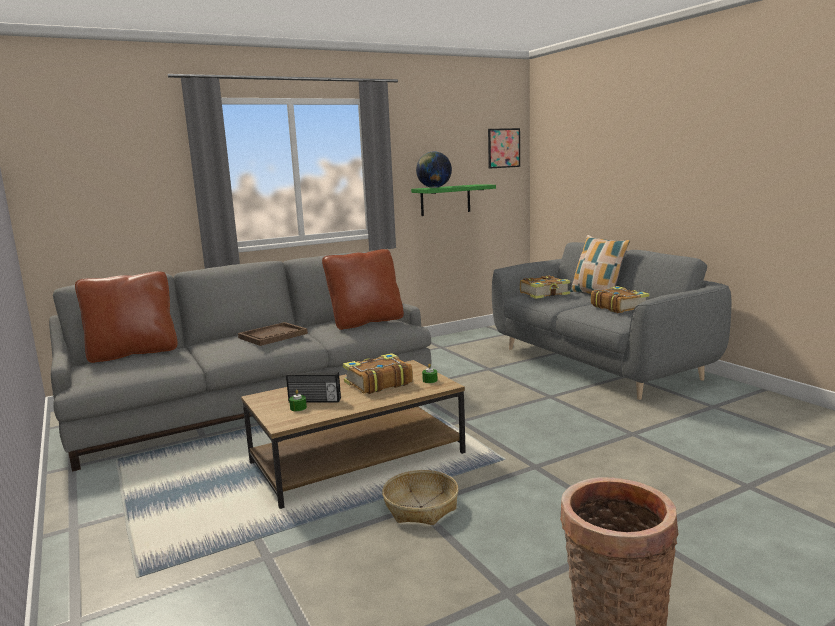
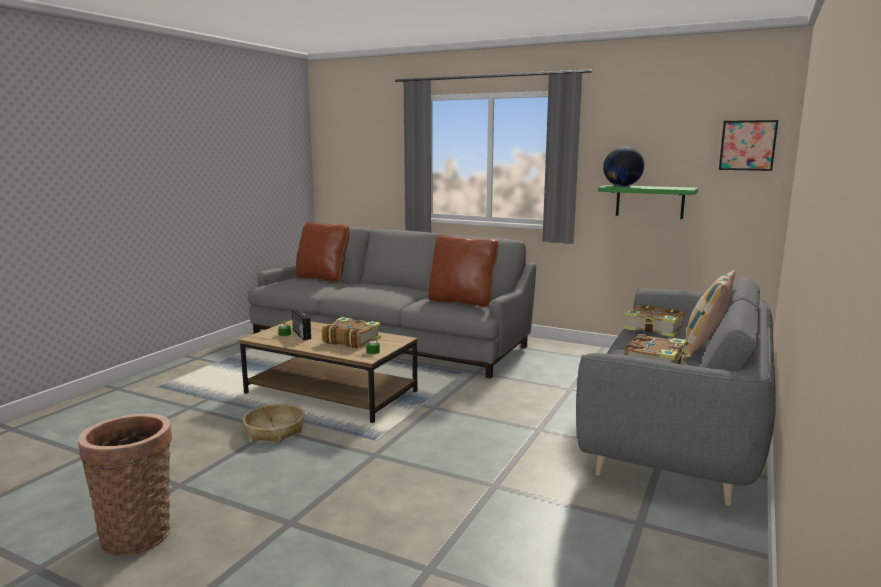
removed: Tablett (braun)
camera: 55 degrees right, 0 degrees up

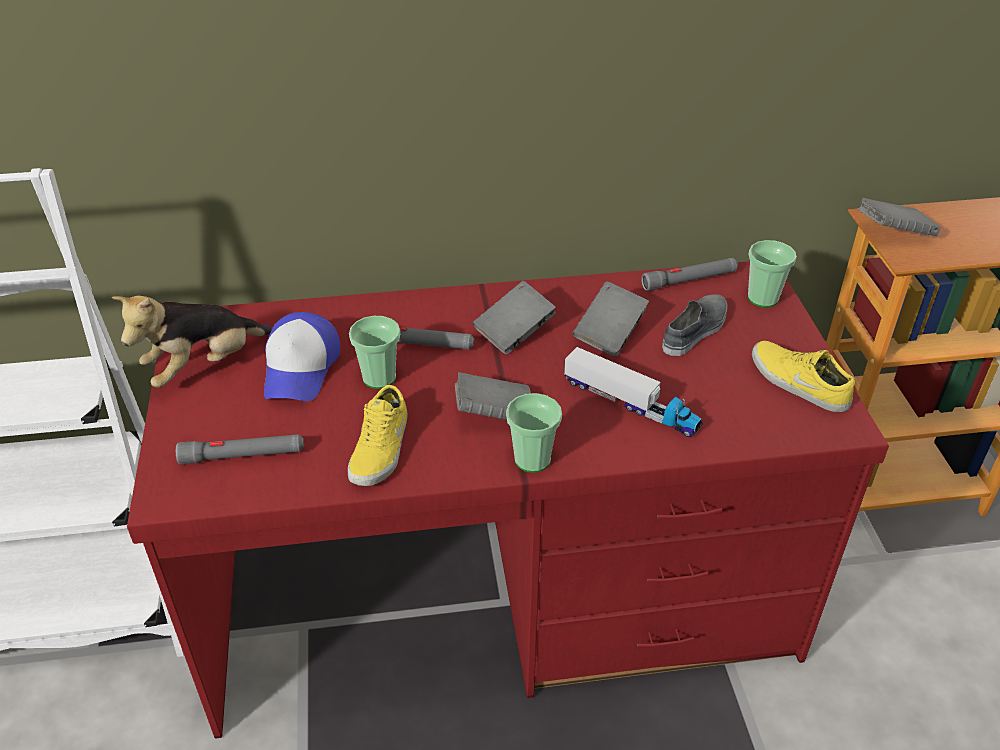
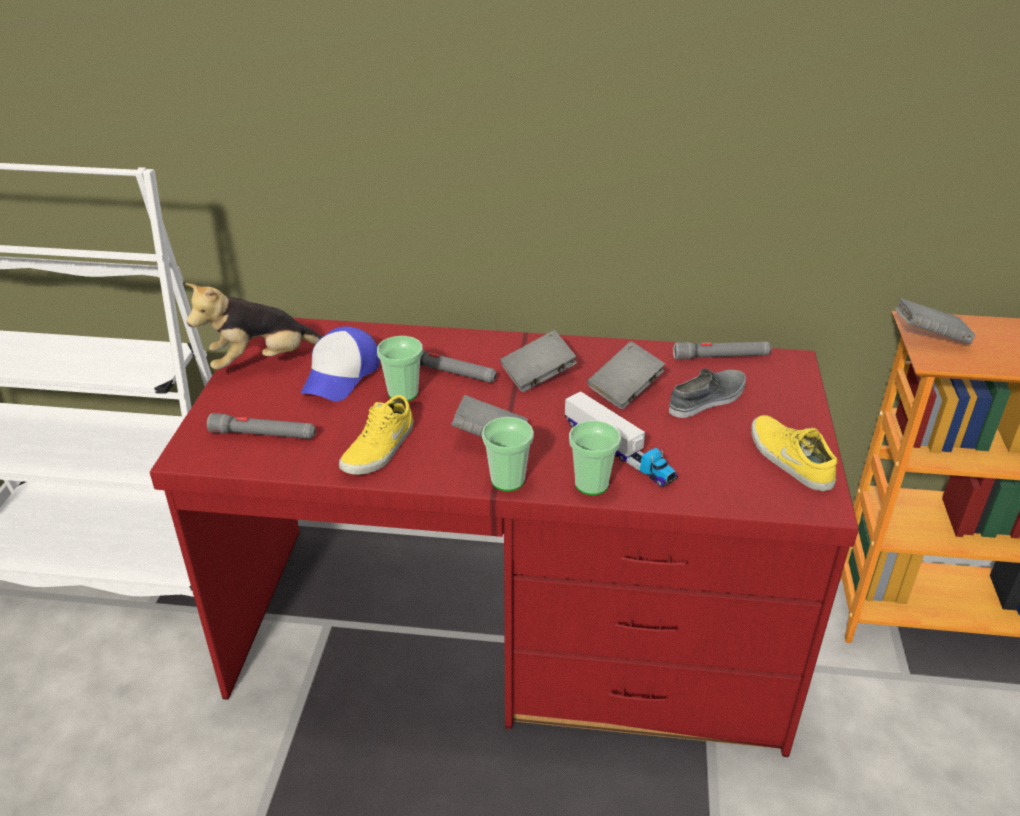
moved: Tasse (3rd from left)
camera: 15 degrees right, 5 degrees down

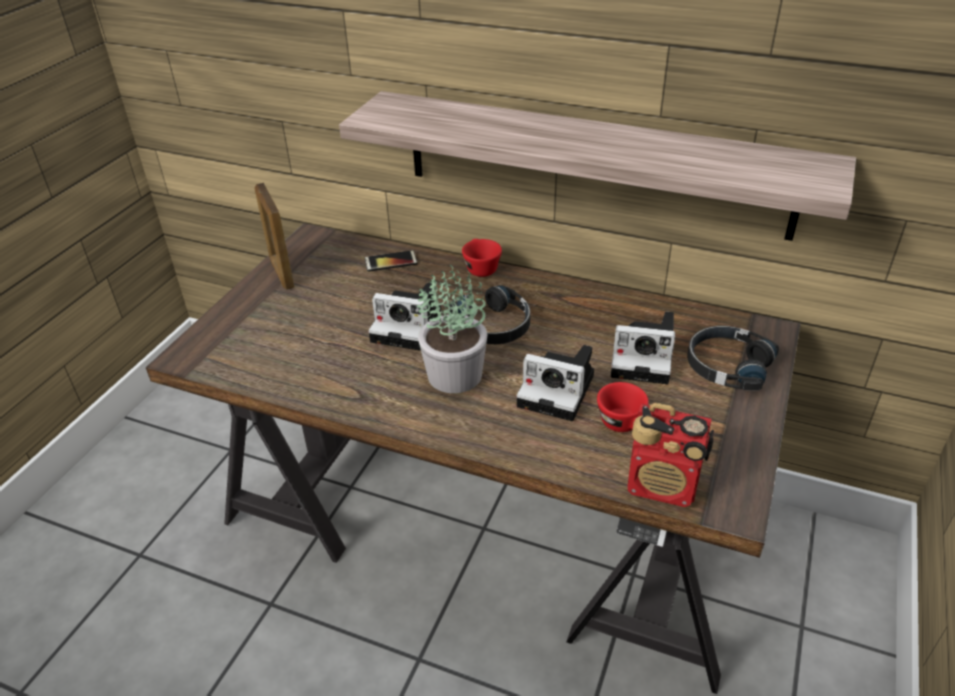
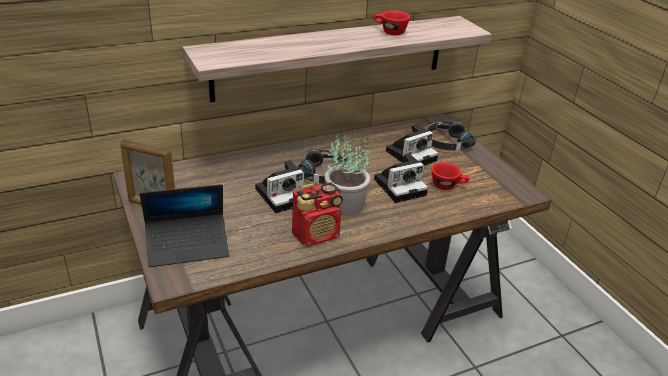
removed: Handy
added: Laptop
moved: Radio; Tasse (rot) (1st from left)
camera: 50 degrees left, 5 degrees down

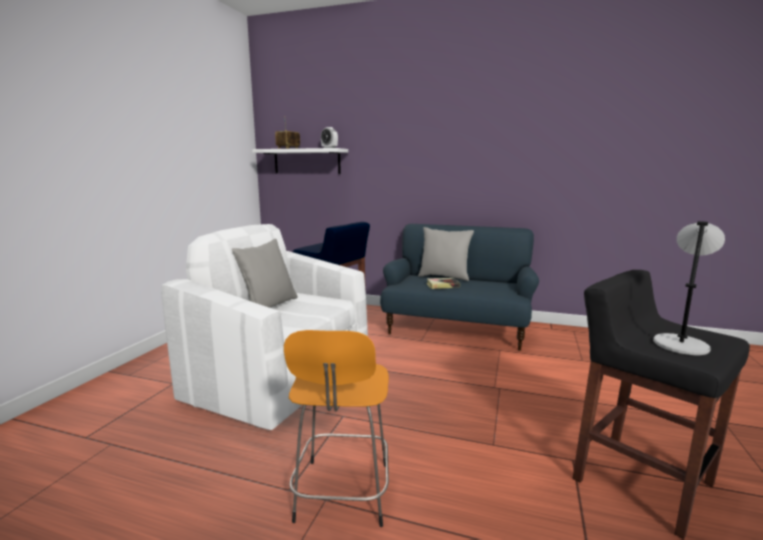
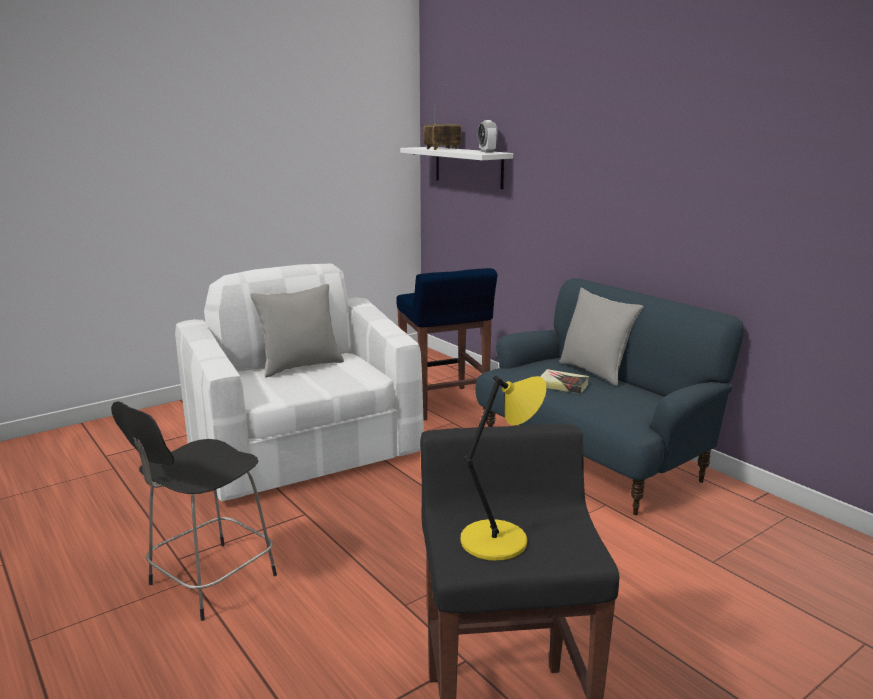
recoloured: Hocker (orange) to Hocker (schwarz) (1st from left); Tischlampe (grau) to Tischlampe (gelb)
camera: 35 degrees right, 5 degrees up

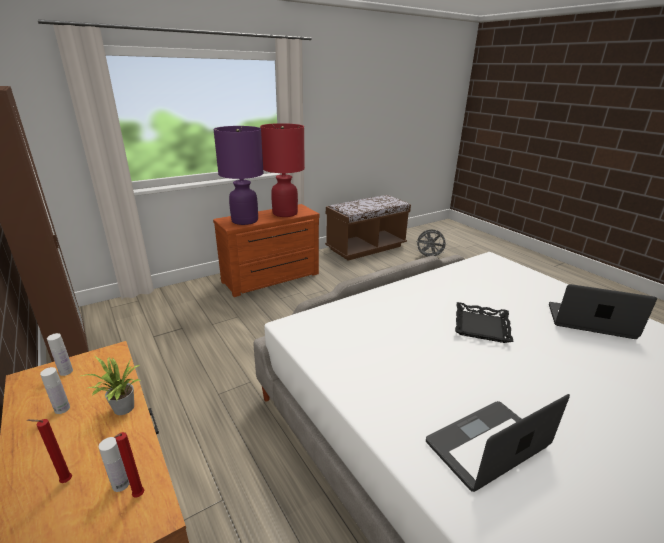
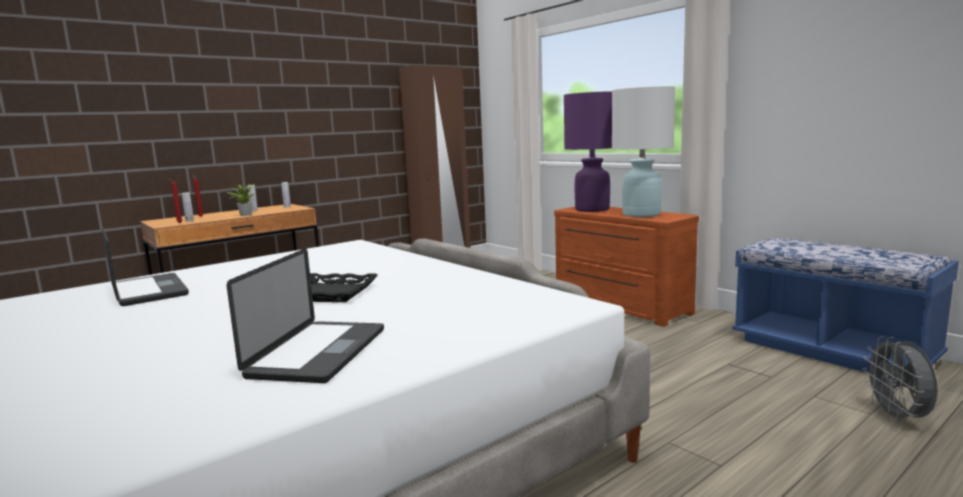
recoloured: Tischlampe (rot) to Tischlampe (weiß); Bank (braun) to Bank (blau)
camera: 85 degrees right, 15 degrees down

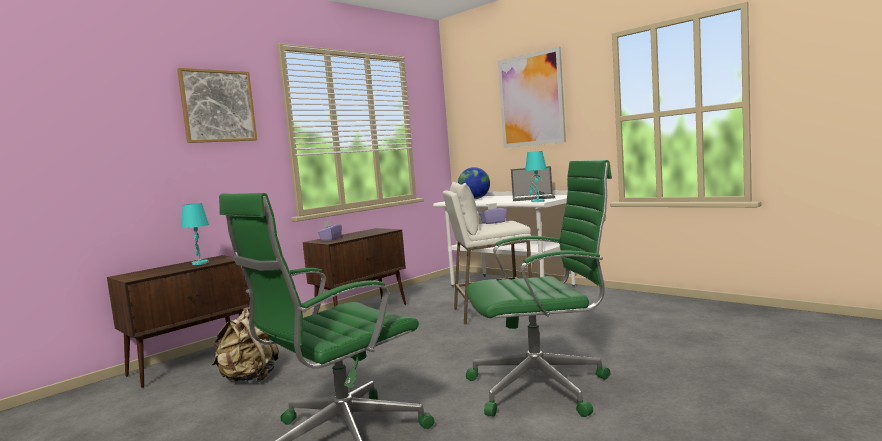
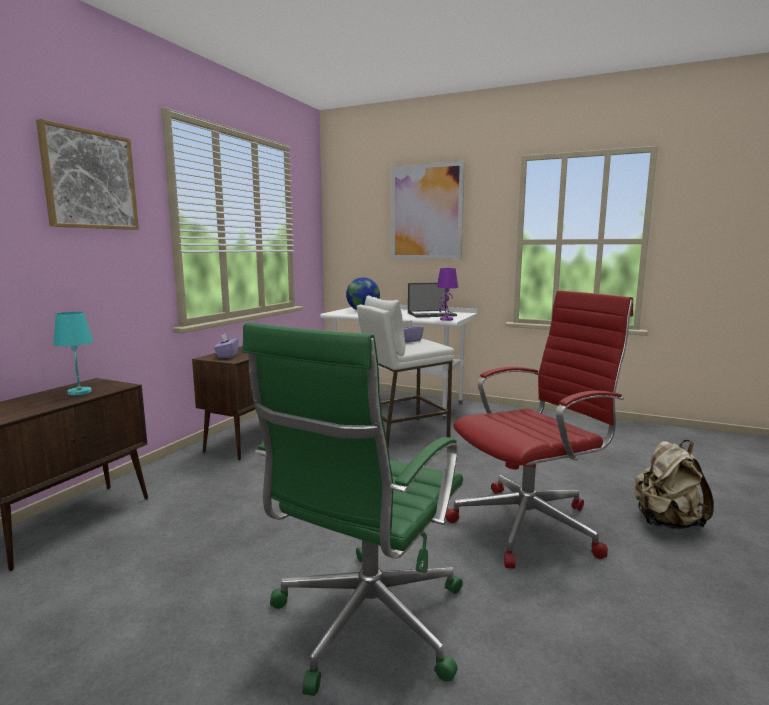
moved: Rucksack (beige)
recoloured: Tischlampe (türkis) (2nd from left) to Tischlampe (lila); Bürostuhl (grün) (2nd from left) to Bürostuhl (rot)
camera: 20 degrees left, 5 degrees up

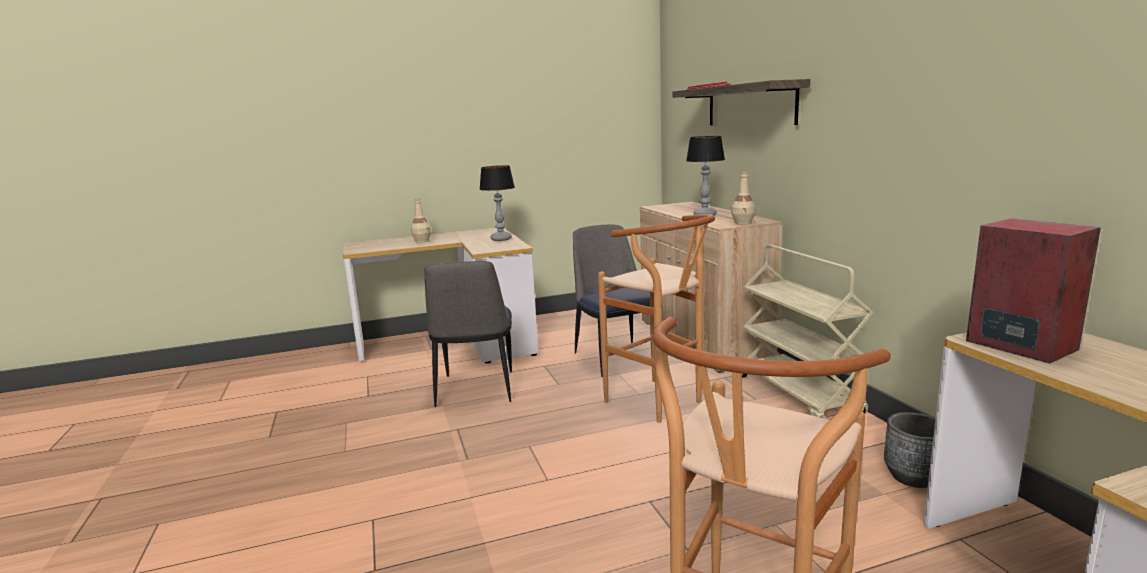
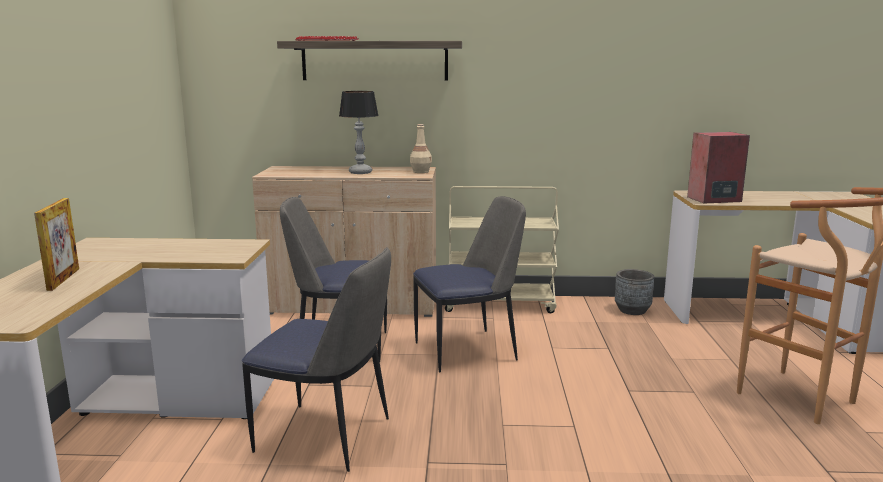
removed: Tischlampe (1st from left)
replaced: Flasche (beige) (1st from left) to Bilderrahmen; Hocker (braun) (1st from left) to Stuhl (3rd from left)
camera: 70 degrees left, 0 degrees up

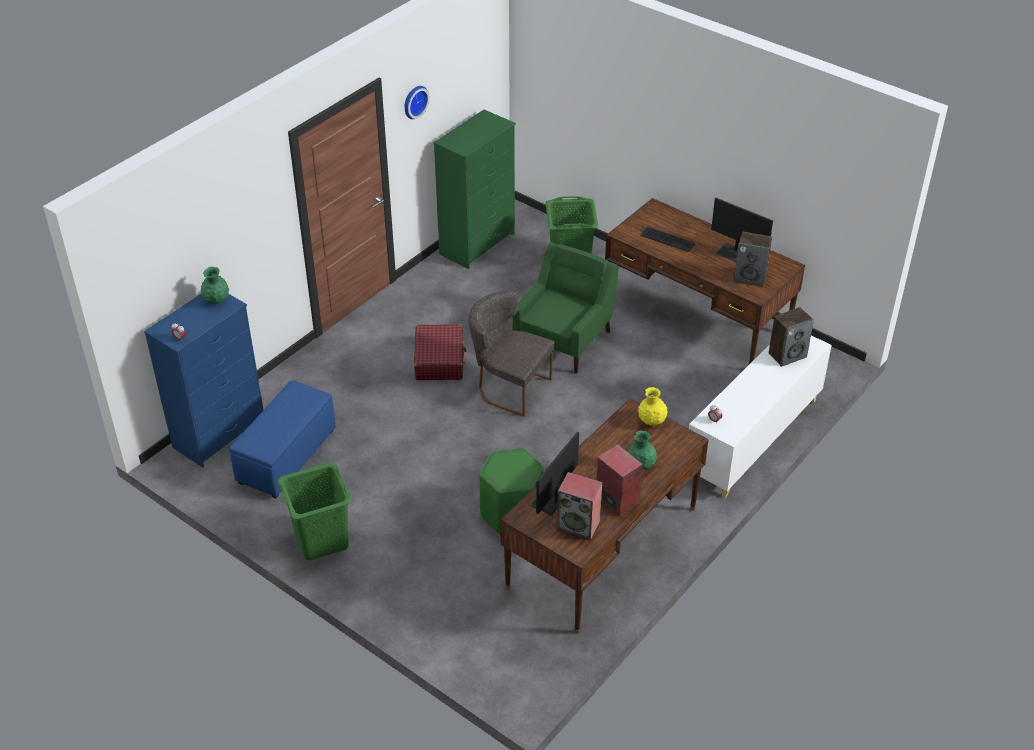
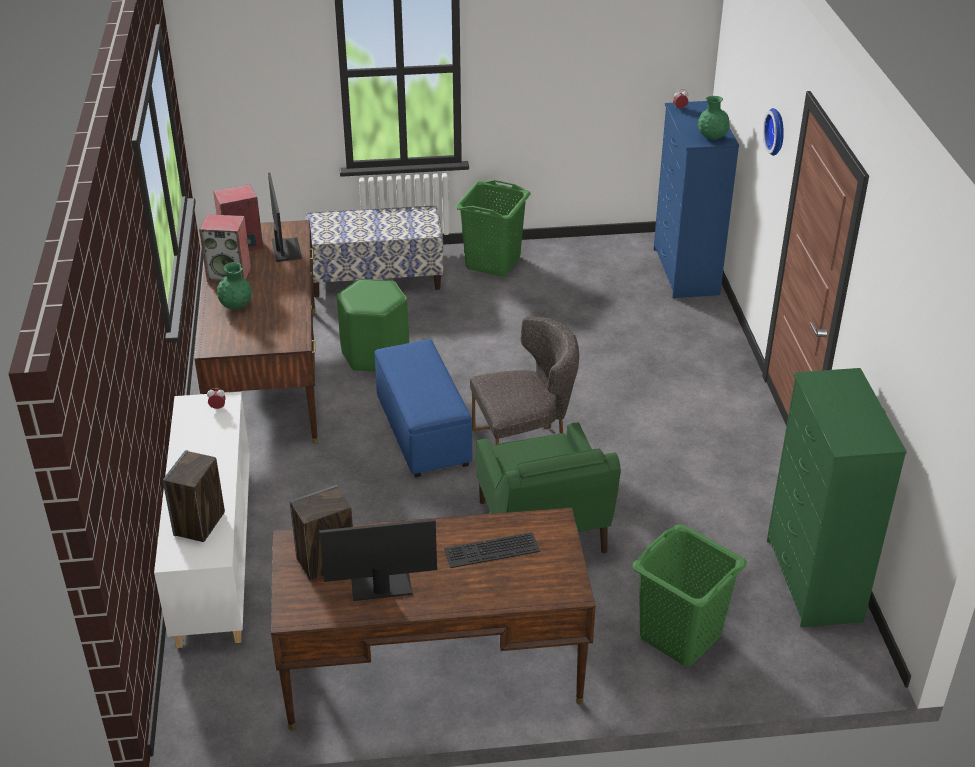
removed: Koffer (rot); Vase (gelb)
added: Bank
moved: Polsterhocker (blau); Wanduhr
camera: 135 degrees right, 5 degrees down

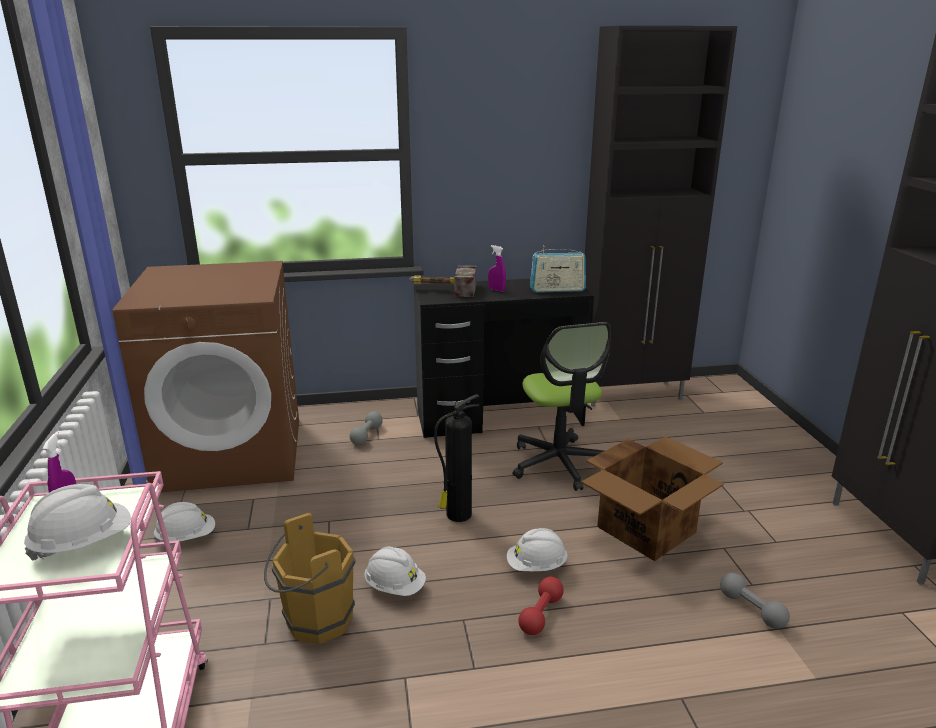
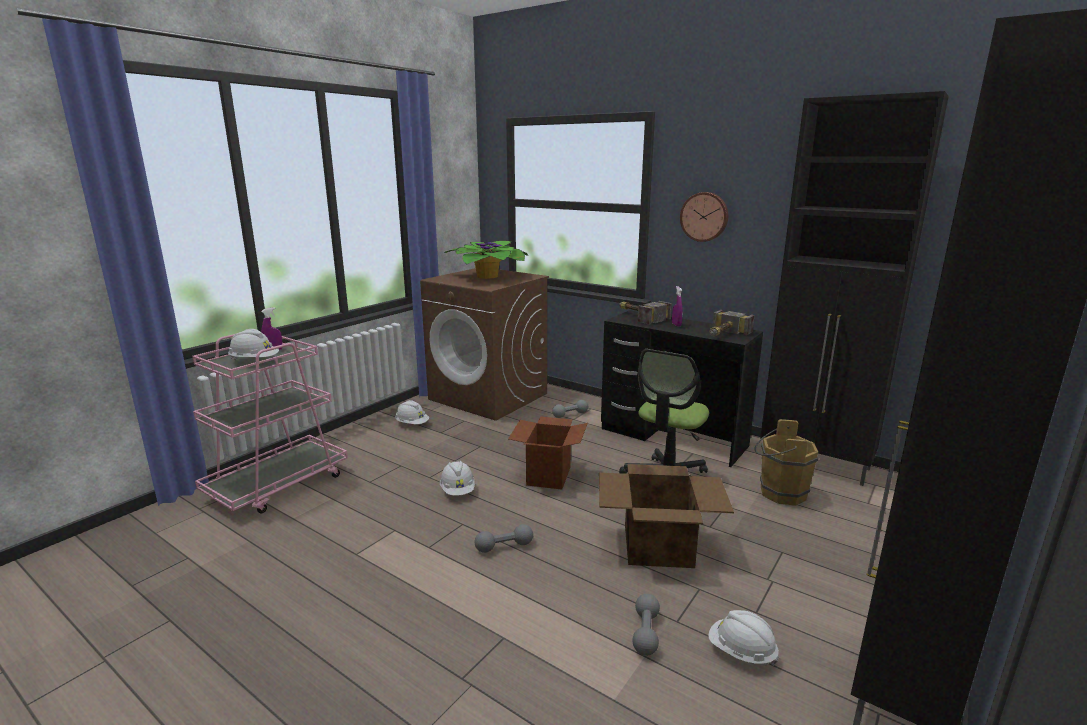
added: Topfpflanze; Wanduhr
moved: Schutzhelm (weiß) (4th from left); Eimer (braun)
replaced: Feuerlöscher to Karton (1st from left); Radio to Hammer (2nd from left)
recoloured: Hantel (rot) to Hantel (grau) (1st from left)
camera: 45 degrees right, 5 degrees down

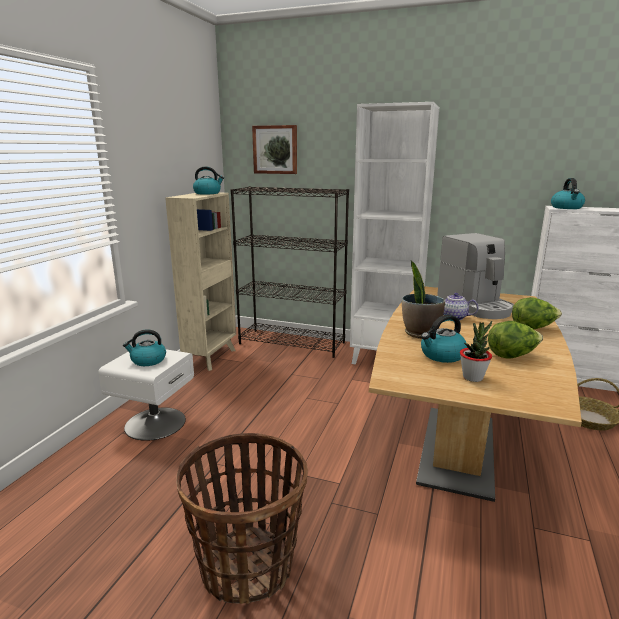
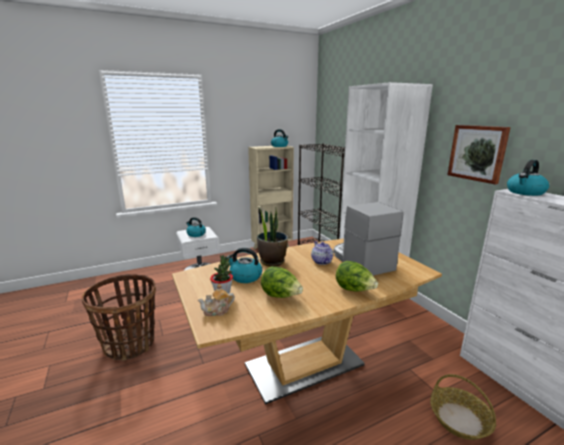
added: Teekanne (1st from left)
moved: Bild
turned: Kaffeemaschine 135 degrees clockwise
camera: 45 degrees right, 0 degrees up

